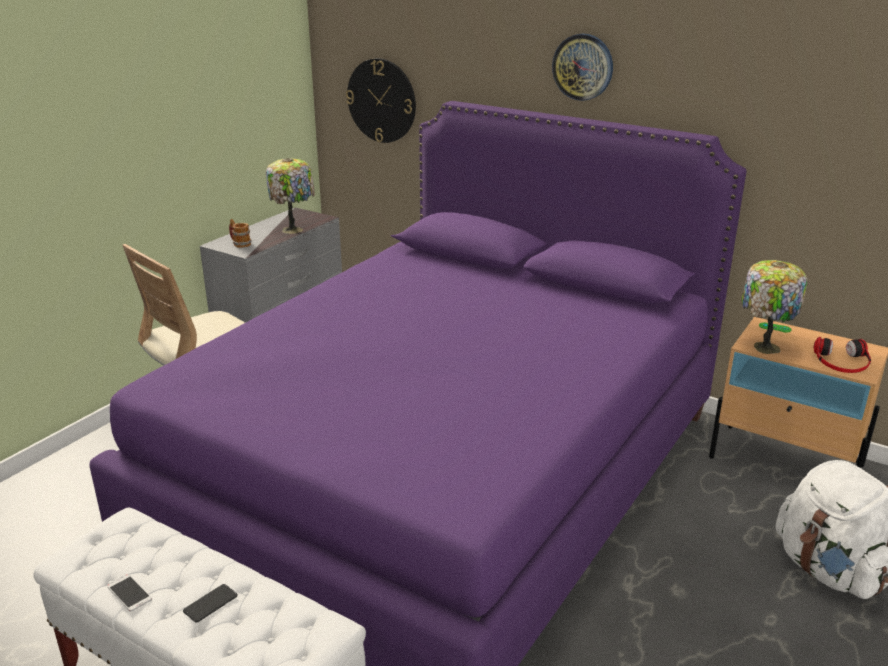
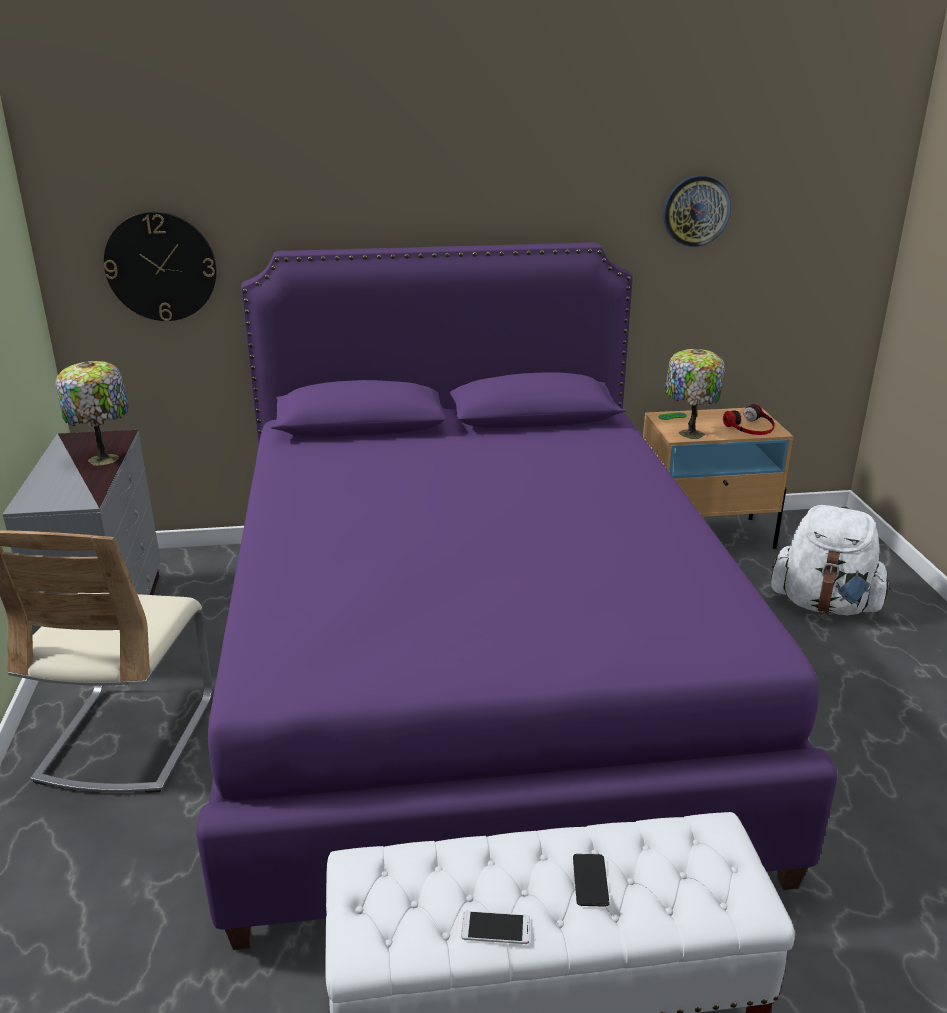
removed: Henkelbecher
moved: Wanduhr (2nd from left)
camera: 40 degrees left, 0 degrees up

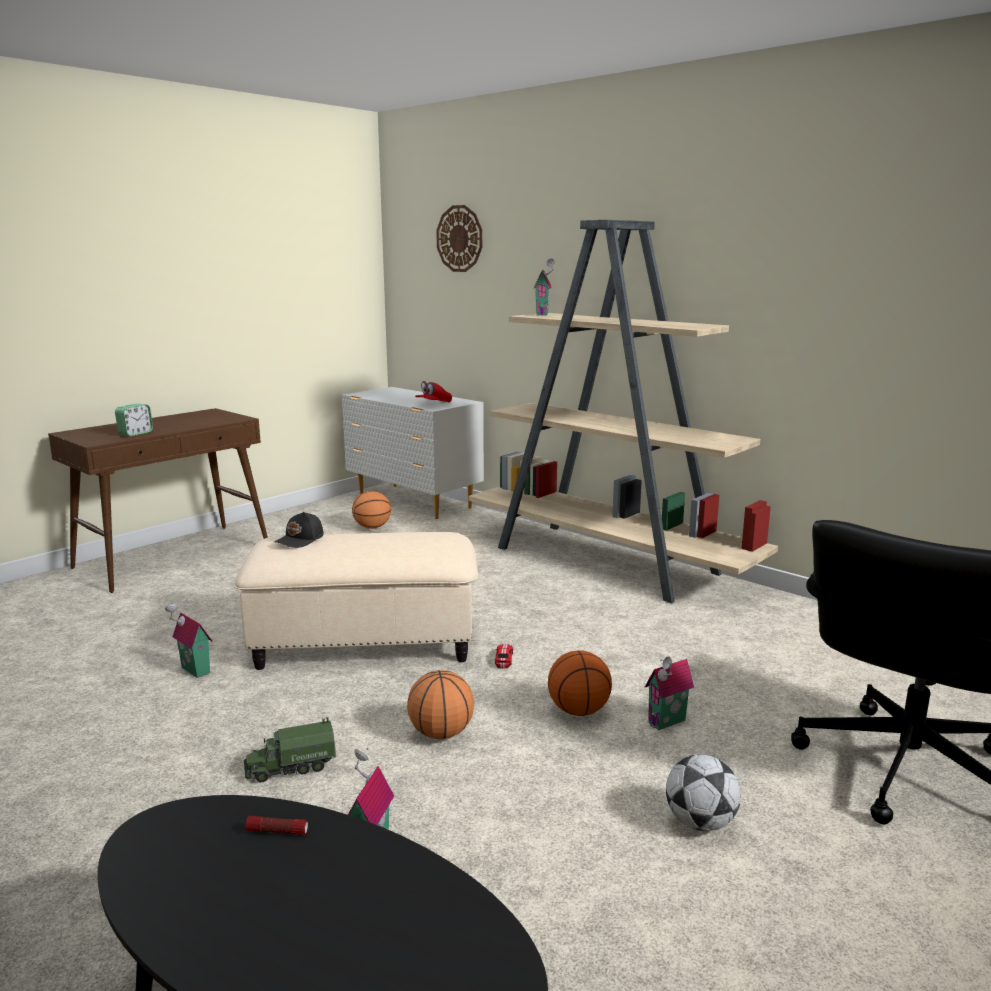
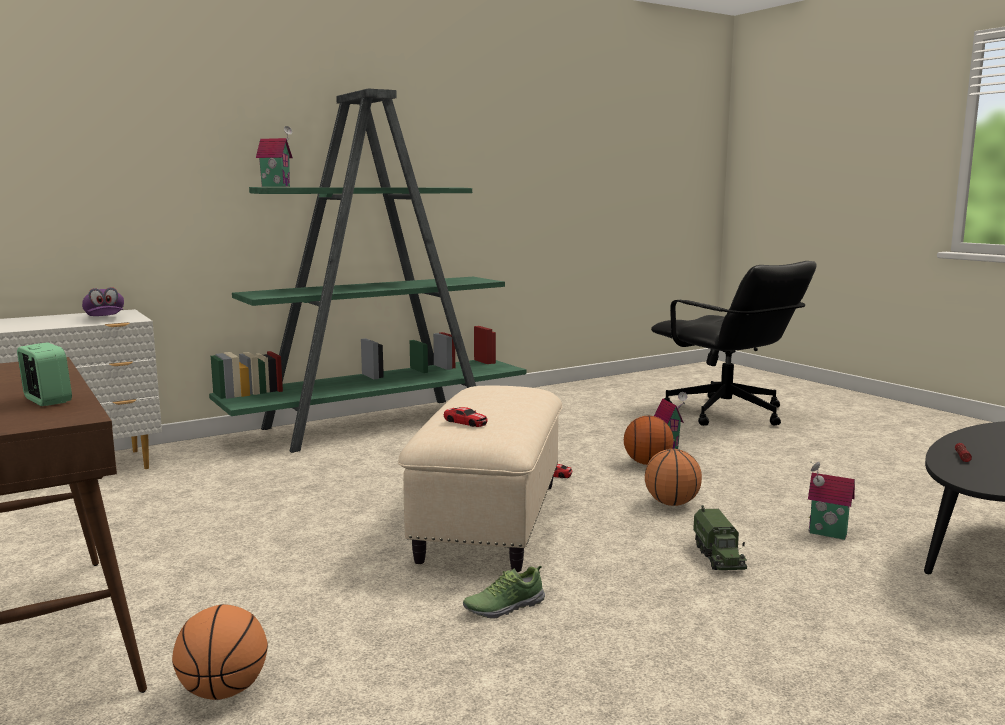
removed: Wanduhr; Fußball
moved: Basketball (1st from left)
replaced: Kappe (schwarz) to Spielzeugauto (1st from left); Spielzeughaus (1st from left) to Schuh
recoloured: Kappe (rot) to Kappe (lila); Bücherregal (beige) to Bücherregal (grün)
camera: 75 degrees left, 5 degrees down

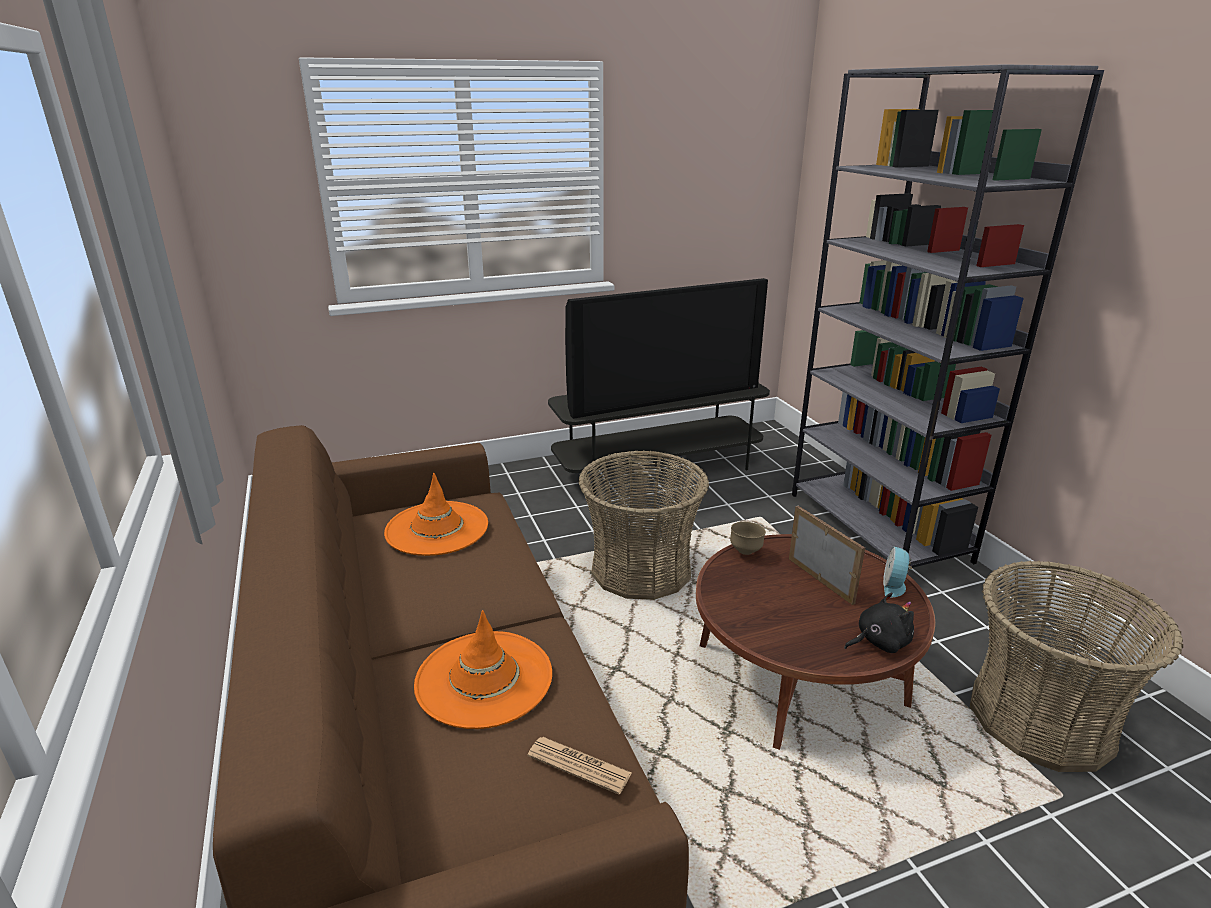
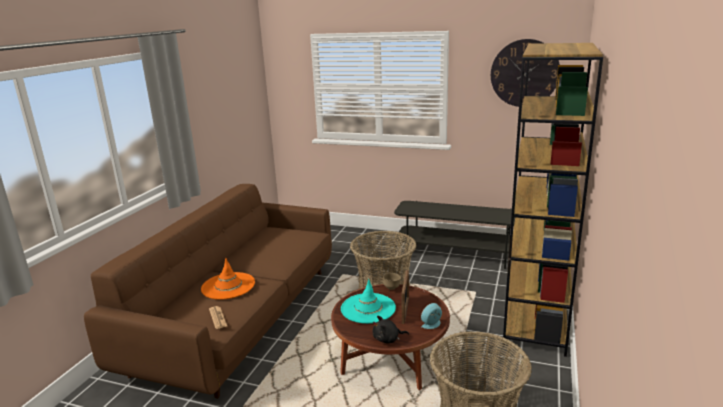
removed: Hut (orange) (1st from left); Fernseher
added: Hut (türkis); Wanduhr
recoloured: Bücherregal (grau) to Bücherregal (braun)
turned: Plüschtier (schwarz) 150 degrees clockwise
camera: 40 degrees right, 5 degrees down

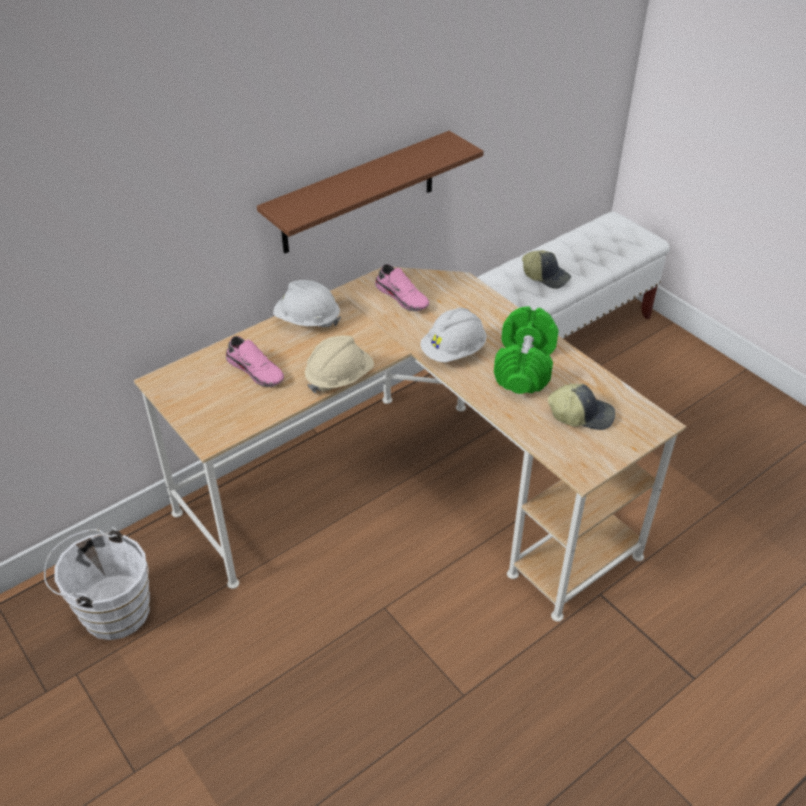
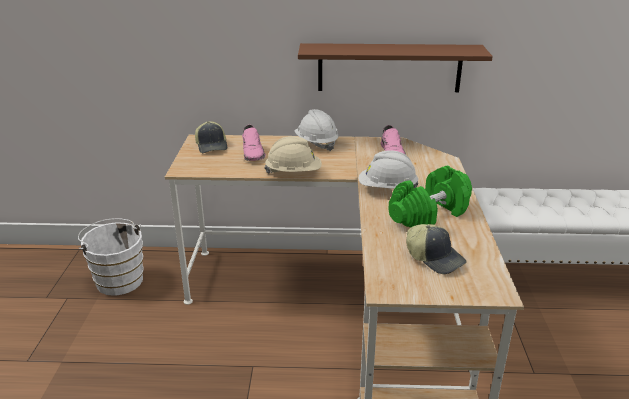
moved: Kappe (1st from left)
camera: 40 degrees right, 15 degrees down

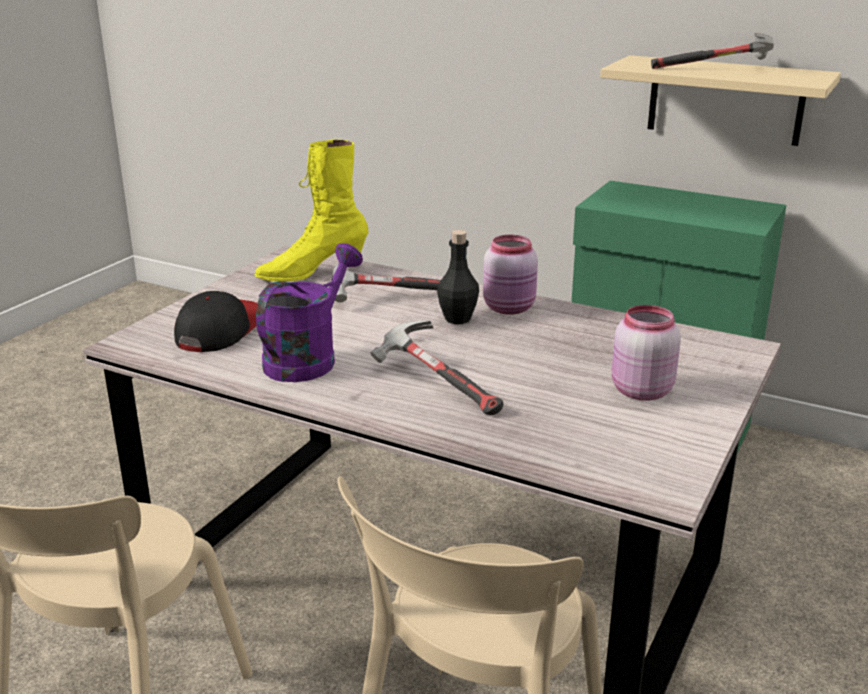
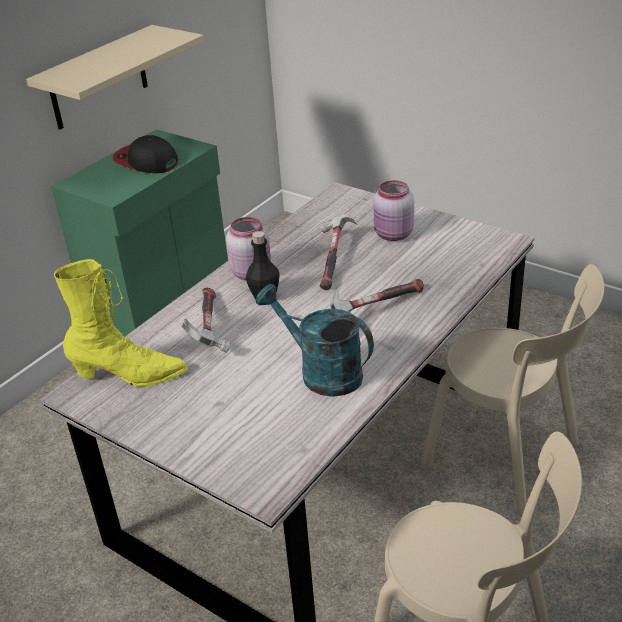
moved: Kappe; Hammer (3rd from left in the first image) to Hammer (2nd from left)
recoloured: Gießkanne (lila) to Gießkanne (türkis)
turned: Stiefel (gelb) 75 degrees counterclockwise
camera: 80 degrees left, 10 degrees up

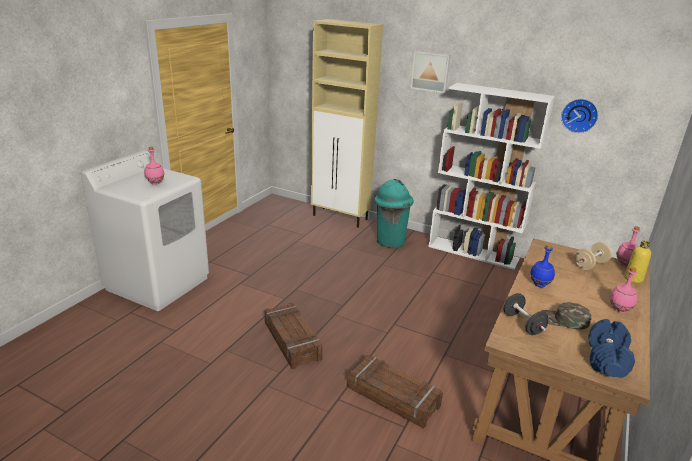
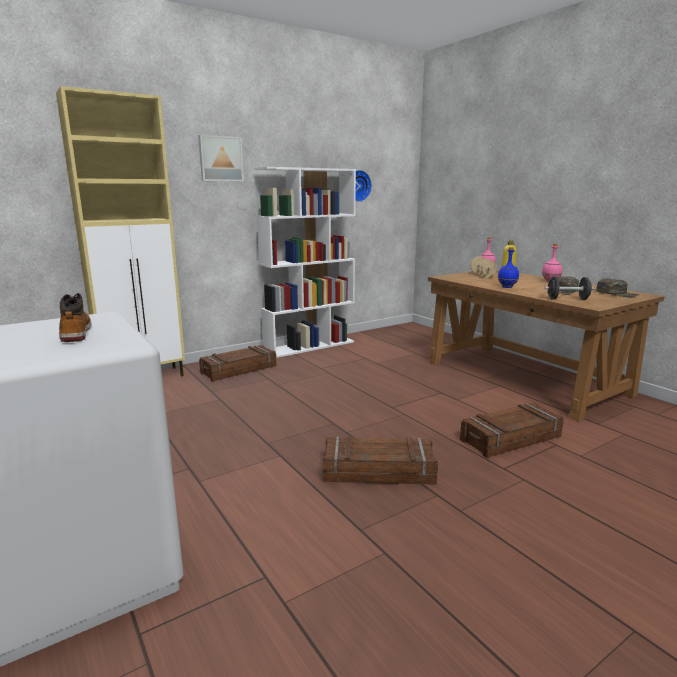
replaced: Flasche (rosa) (1st from left) to Stiefel; Mülleimer (türkis) to Kiste (1st from left); Hantel (blau) to Kappe (grün) (2nd from left)
camera: 60 degrees left, 10 degrees down

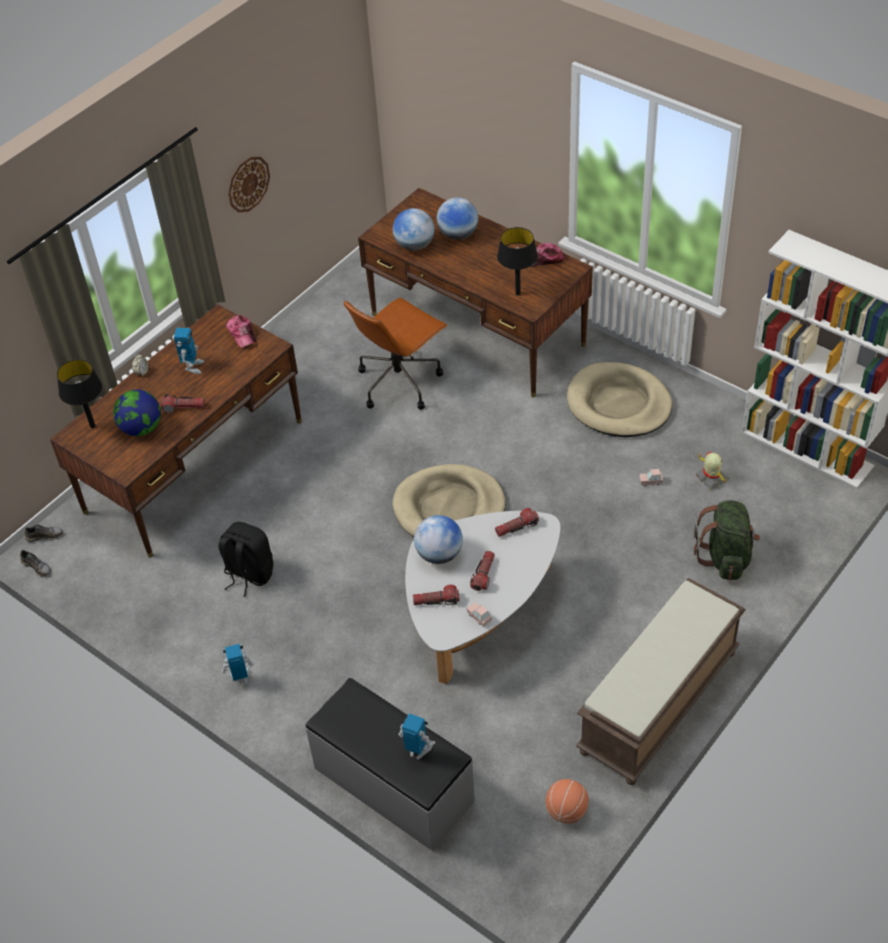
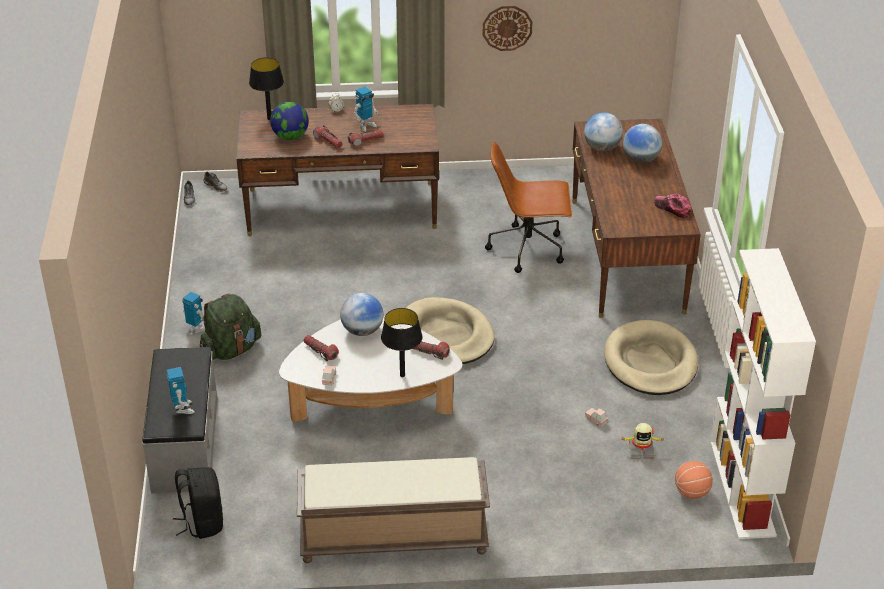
removed: Kappe (1st from left)
moved: Rucksack (schwarz); Rucksack (grün); Taschenlampe (3rd from left); Tischlampe (schwarz) (2nd from left); Basketball
turned: Spielzeugroboter (4th from left) 75 degrees clockwise
camera: 45 degrees right, 10 degrees down

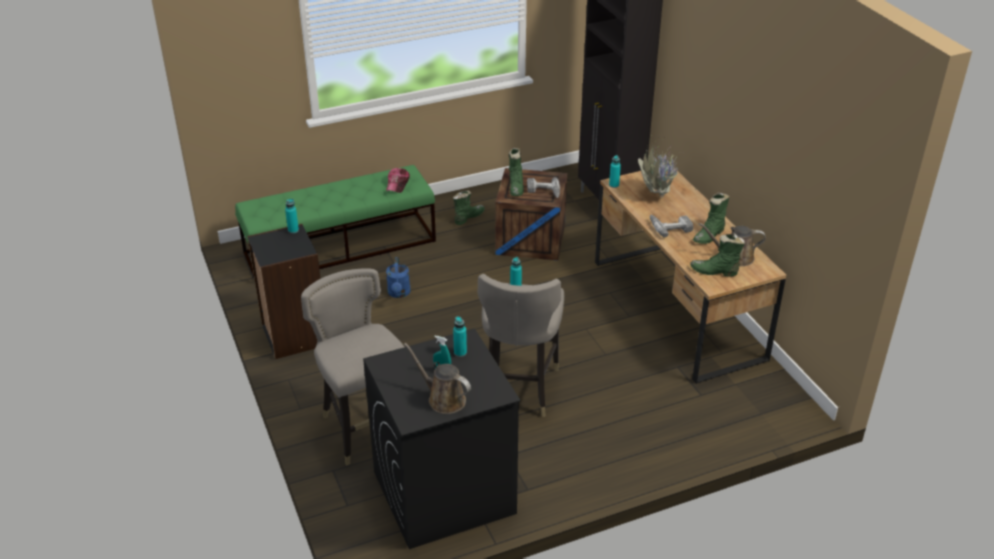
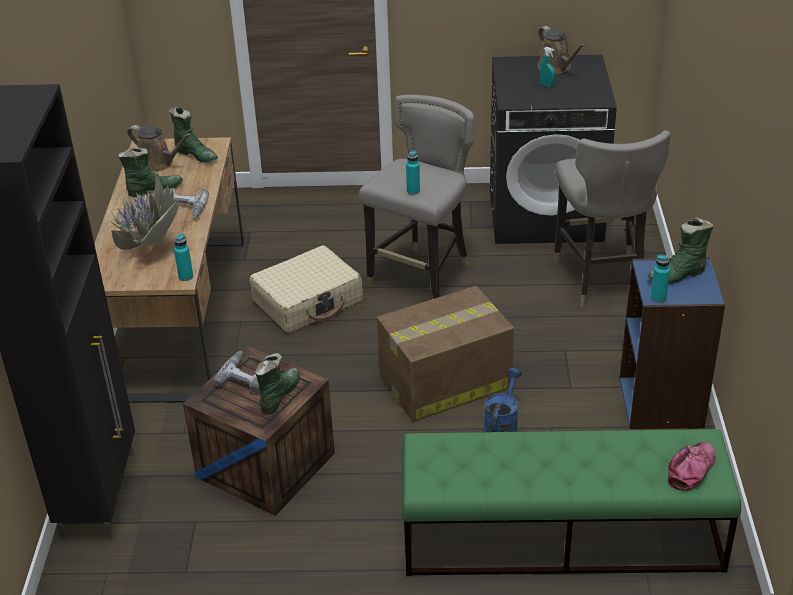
removed: Flasche (türkis) (2nd from left)
added: Koffer (beige); Karton
moved: Stiefel (grün) (1st from left in the first image) to Stiefel (grün) (4th from left); Kappe
recoloured: Bücherregal (schwarz) to Bücherregal (blau)
camera: 155 degrees left, 0 degrees up

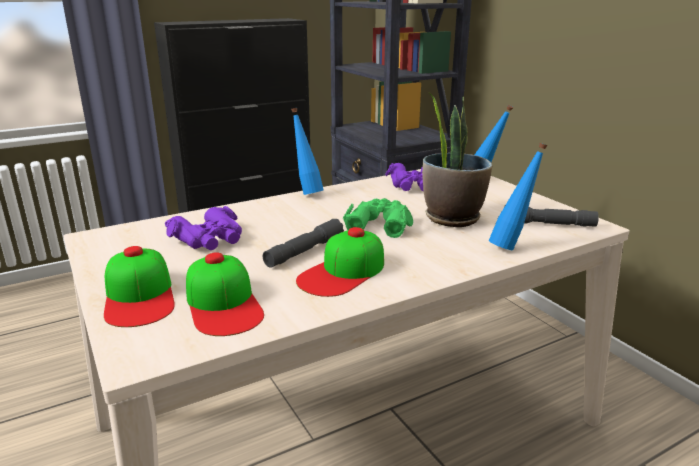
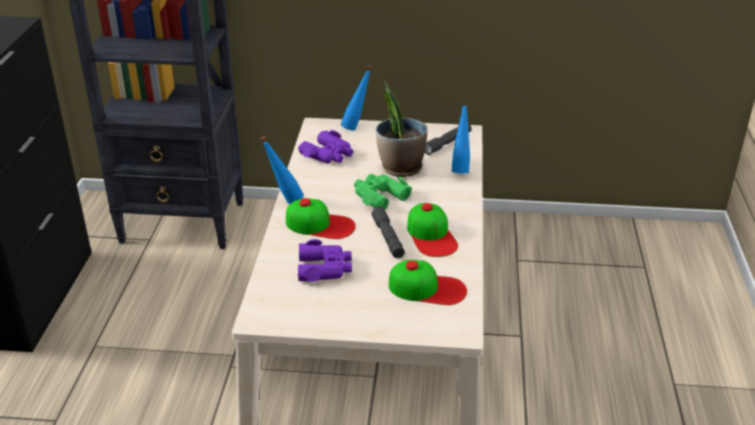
moved: Kappe (1st from left)
camera: 55 degrees left, 10 degrees up

